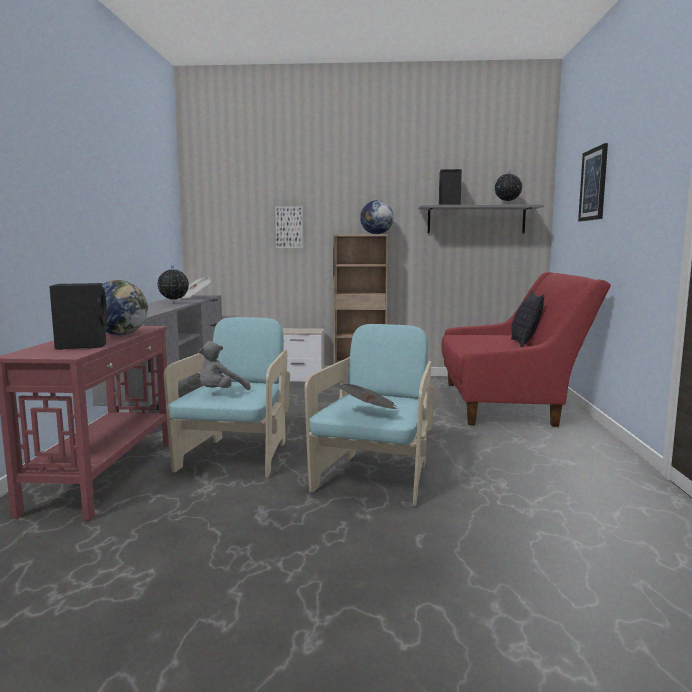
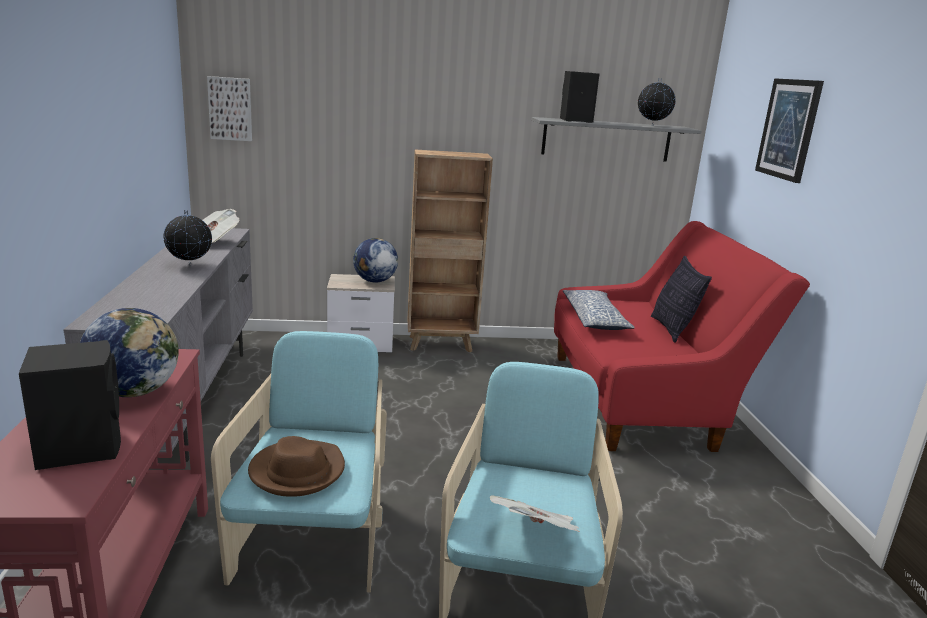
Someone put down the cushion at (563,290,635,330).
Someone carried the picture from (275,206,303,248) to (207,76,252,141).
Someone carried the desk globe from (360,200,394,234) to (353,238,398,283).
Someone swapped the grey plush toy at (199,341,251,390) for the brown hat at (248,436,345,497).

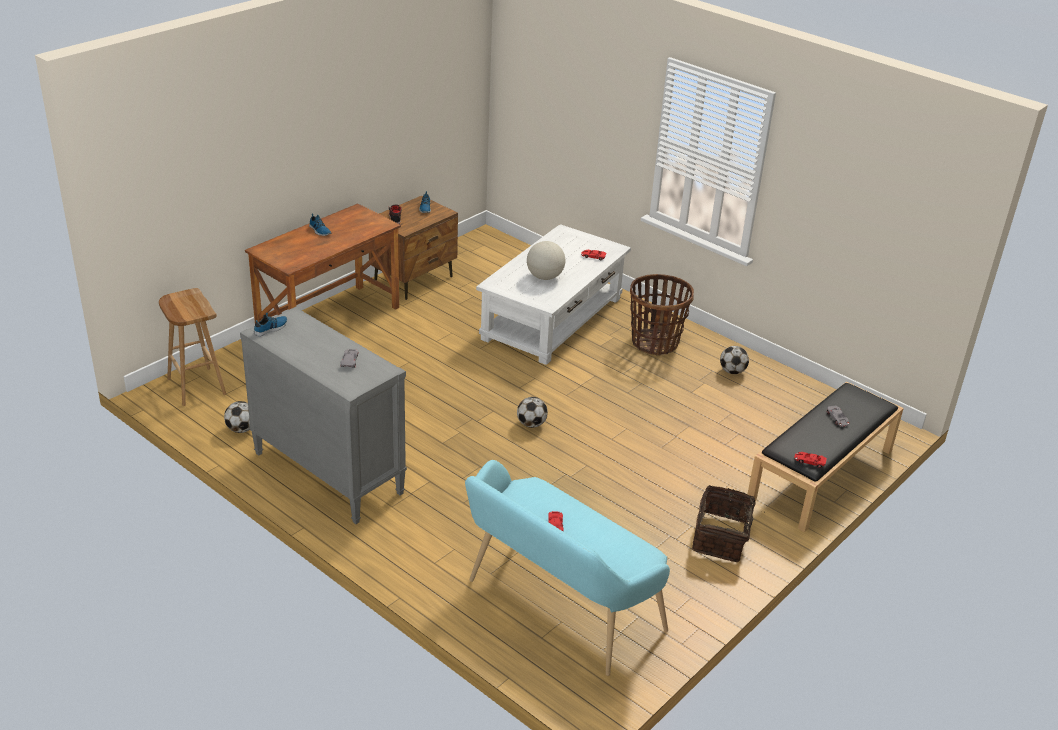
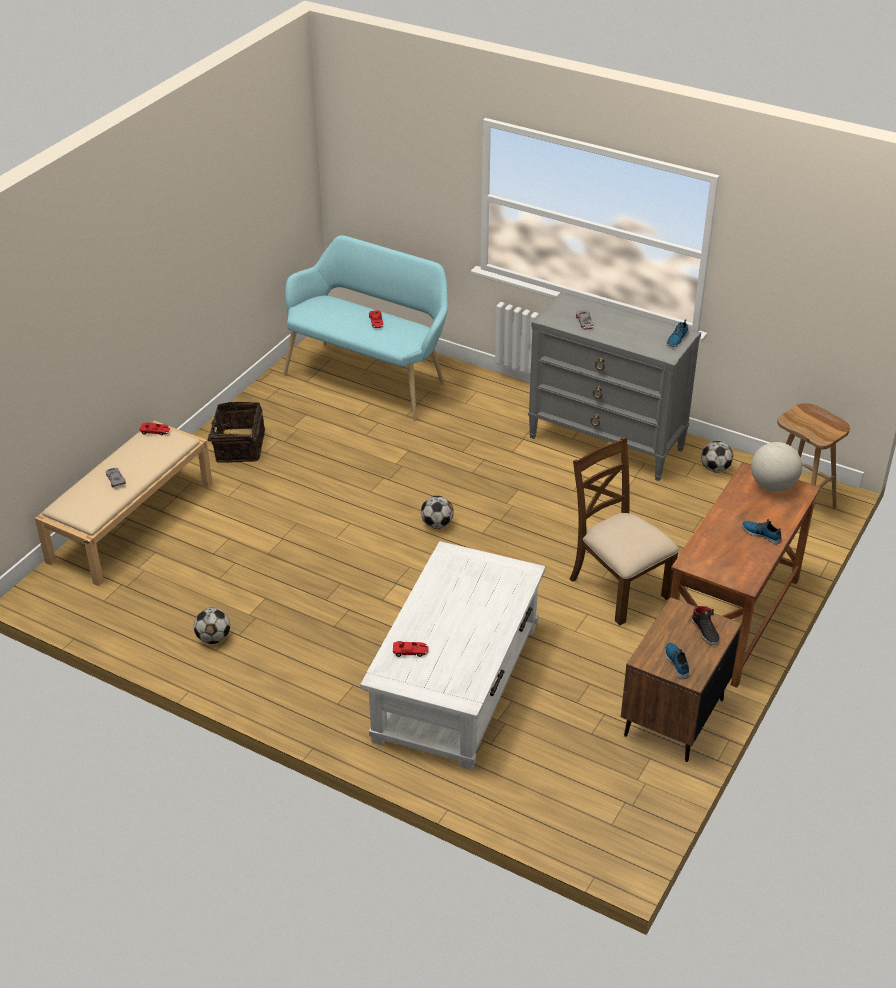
Someone took away the basket at (630,274,694,356).
Someone put down the brown chair at (570,437,679,625).
Someone carried the desk globe from (527,241,566,280) to (751,442,802,492).
Someone repainted the black-coloured bench at (748,381,904,532), which became the sand-coloured bench at (35,421,213,586).

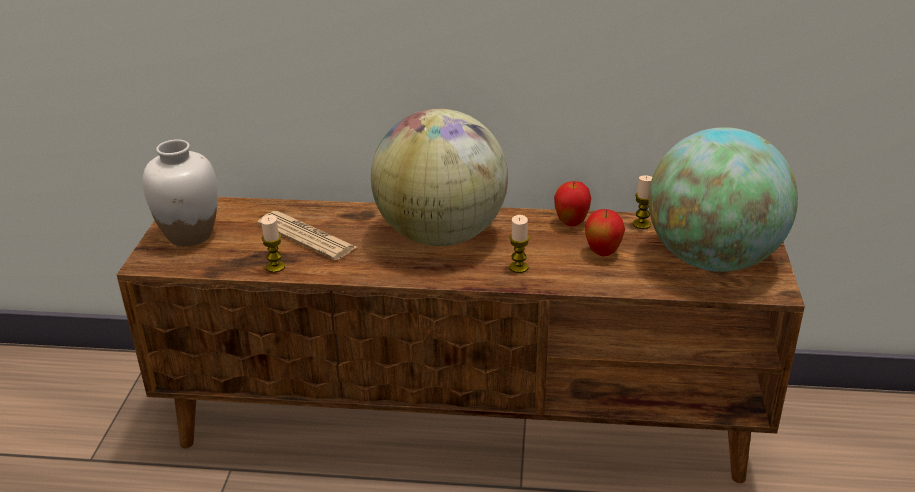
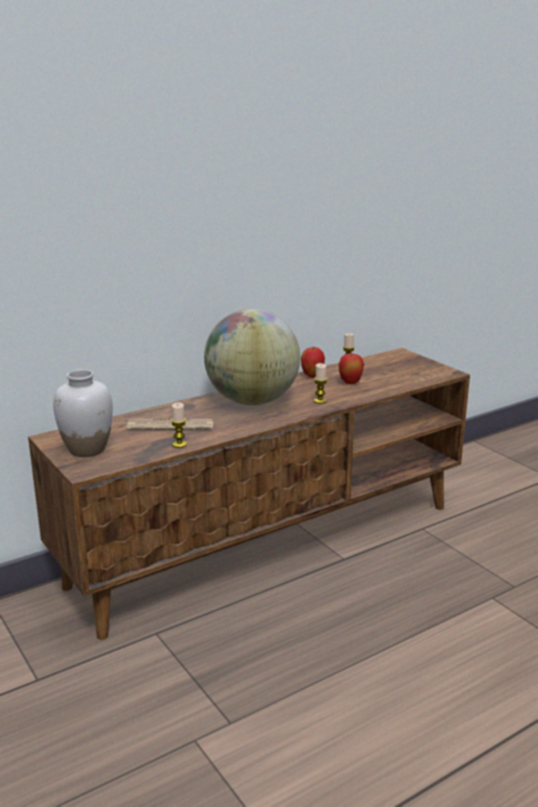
Someone took away the desk globe at (649,127,798,272).

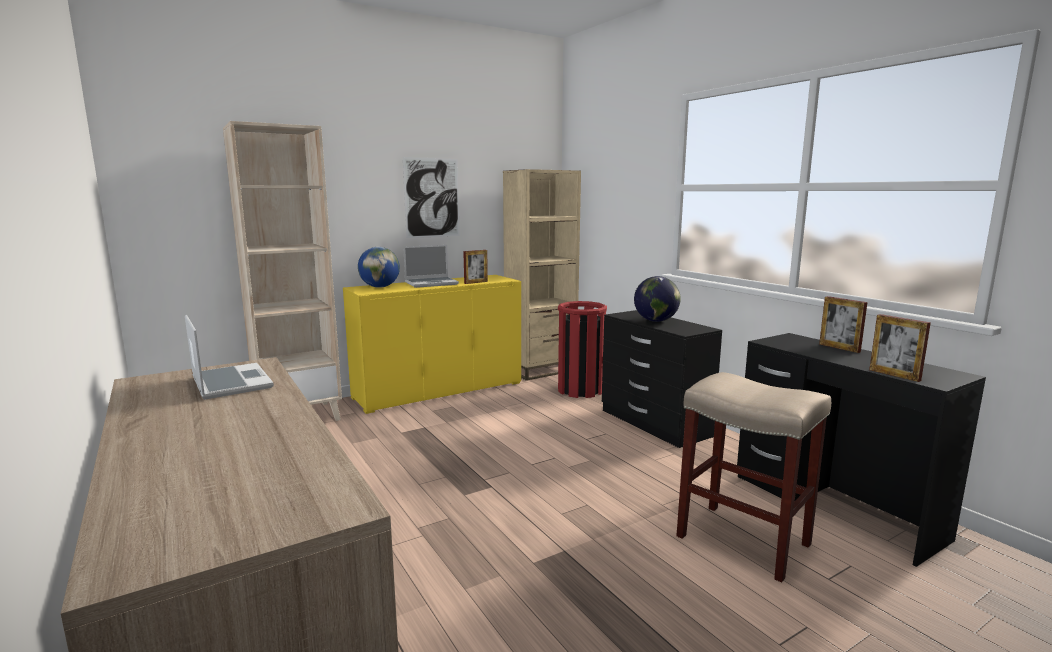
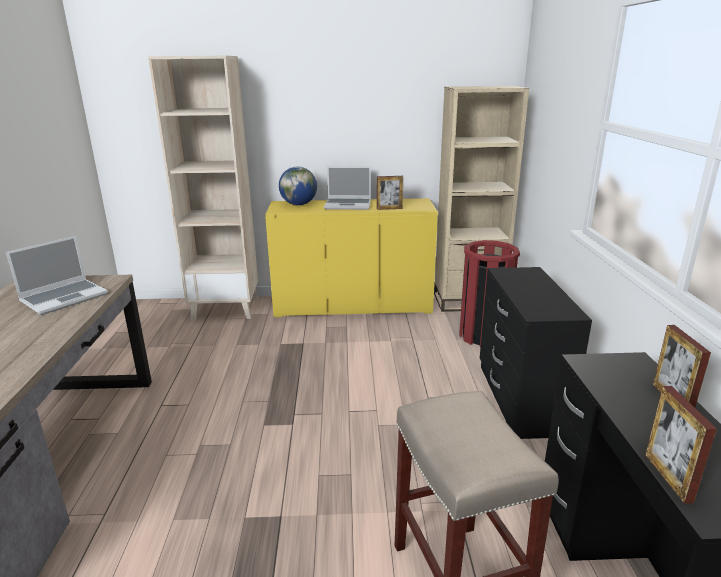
Someone took away the picture at (403,157,460,238).
Someone took away the desk globe at (634,276,681,322).
Someone rotated the laptop at (185,315,274,400) by 45 degrees clockwise.

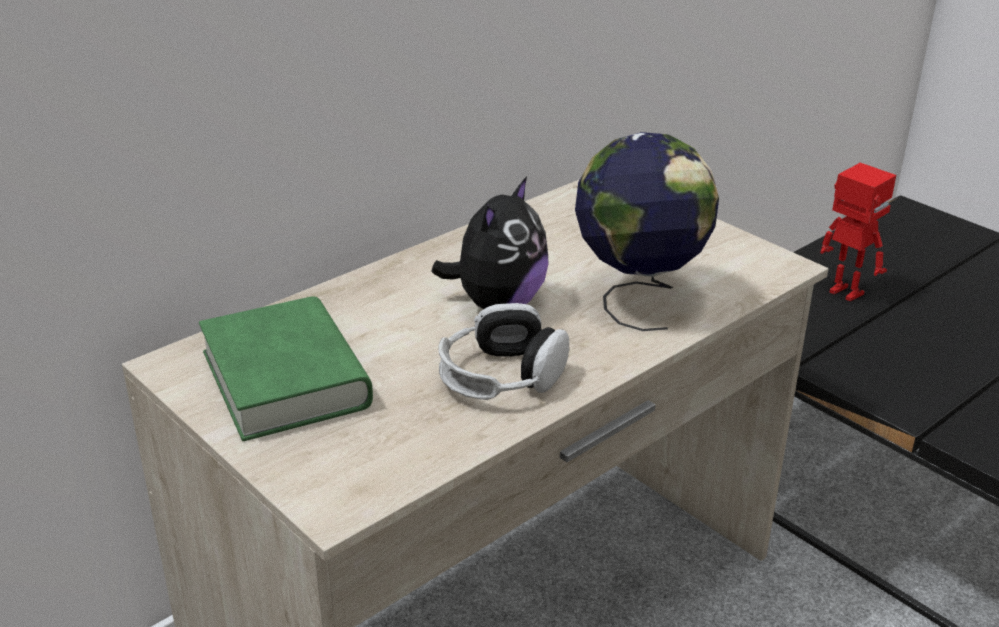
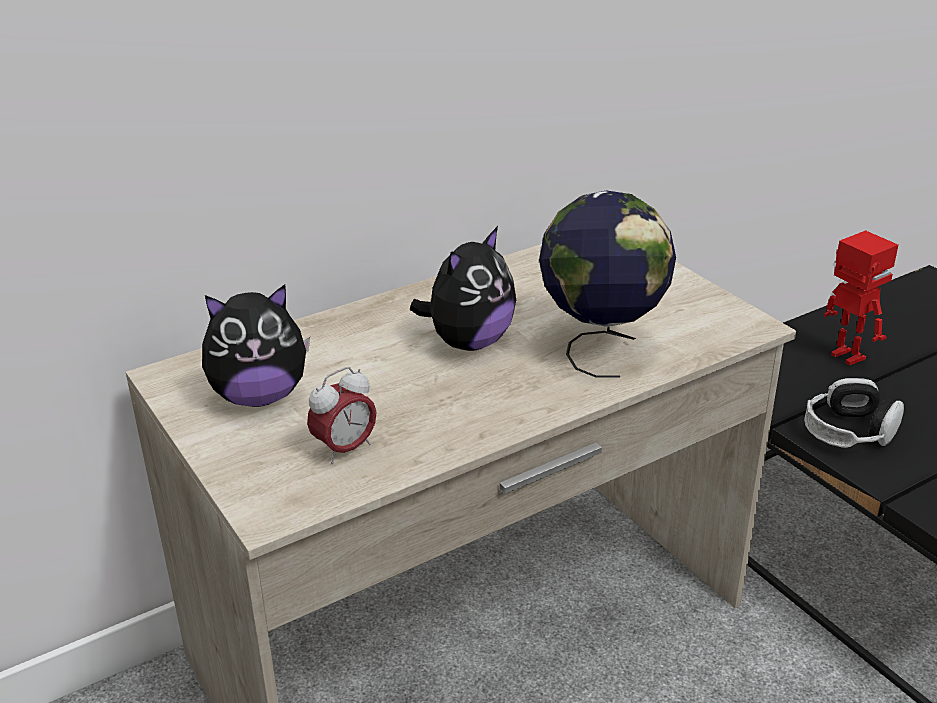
Someone put down the alarm clock at (307,367,377,464).
Someone carried the headset from (438,303,569,400) to (804,378,904,448).
Someone swapped the green-coloured bound book at (199,296,373,441) for the plush toy at (202,284,310,407).

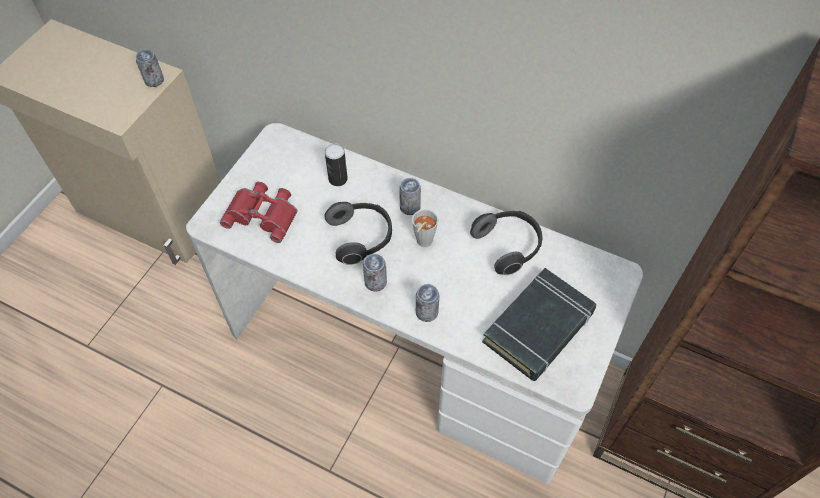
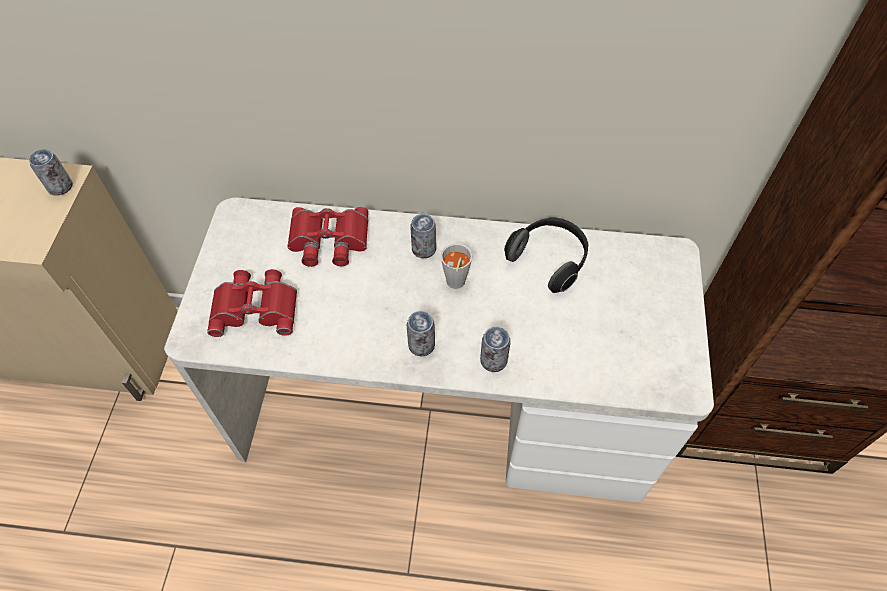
Someone took away the headset at (324,202,392,265).
Someone took away the black-coloured bound book at (482,268,596,381).
Someone swapped the can at (325,144,348,186) for the red-coloured pair of binoculars at (287,207,368,267).

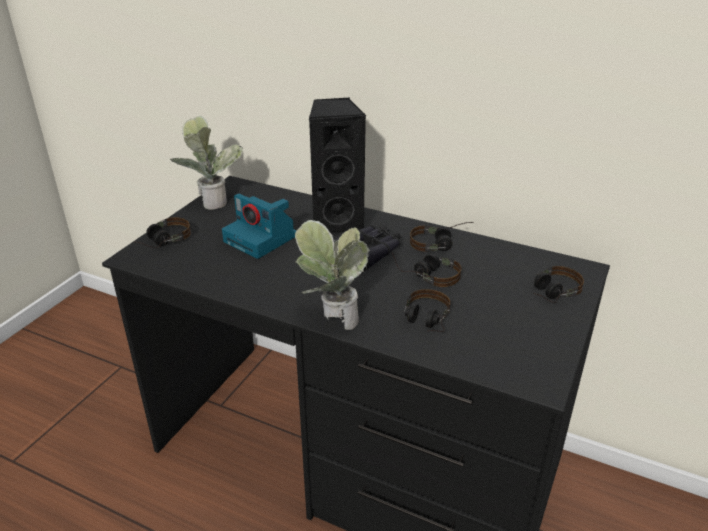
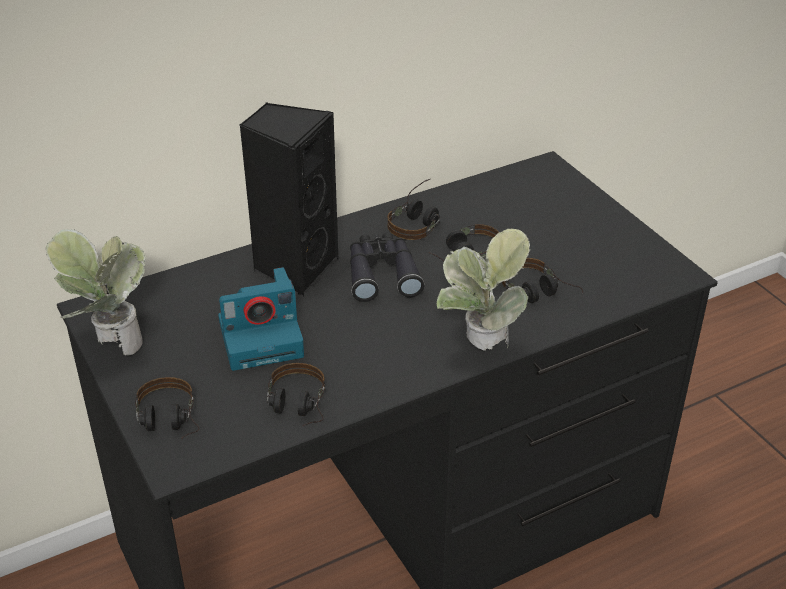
Someone carried the headset from (533,266,584,303) to (267,363,325,426).

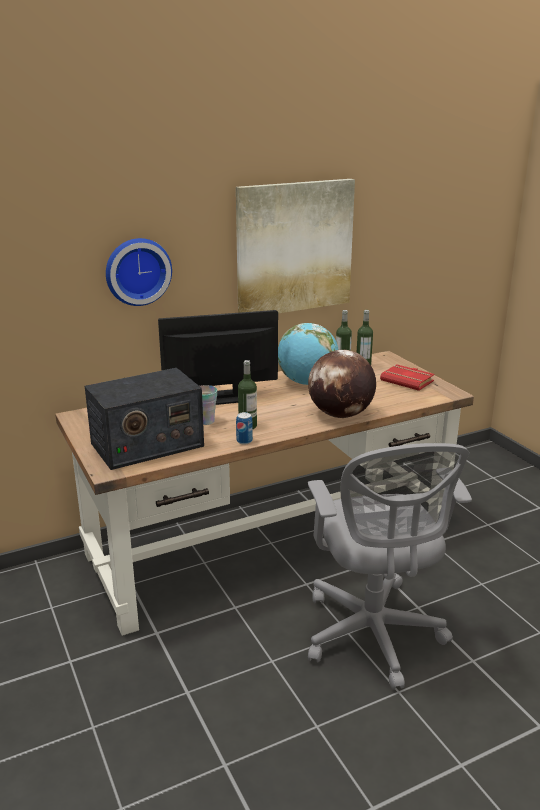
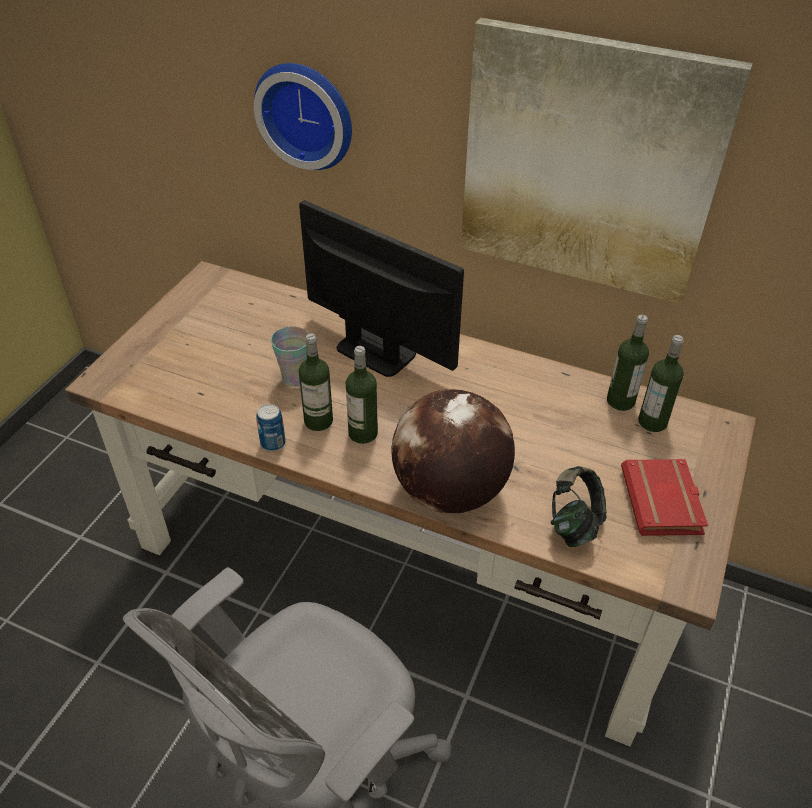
Someone took away the radio receiver at (85,368,204,470).
Someone took away the desk globe at (278,323,339,385).
Someone put down the bottle at (346,346,378,444).
Someone put down the headset at (551,466,607,547).

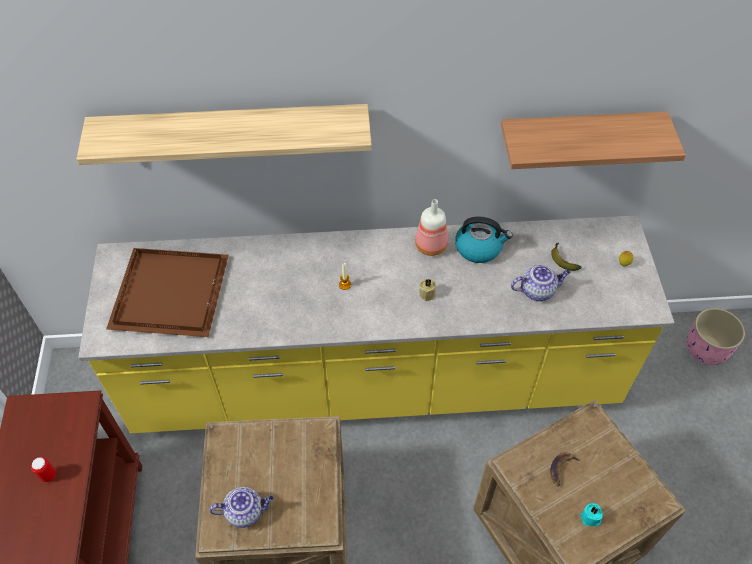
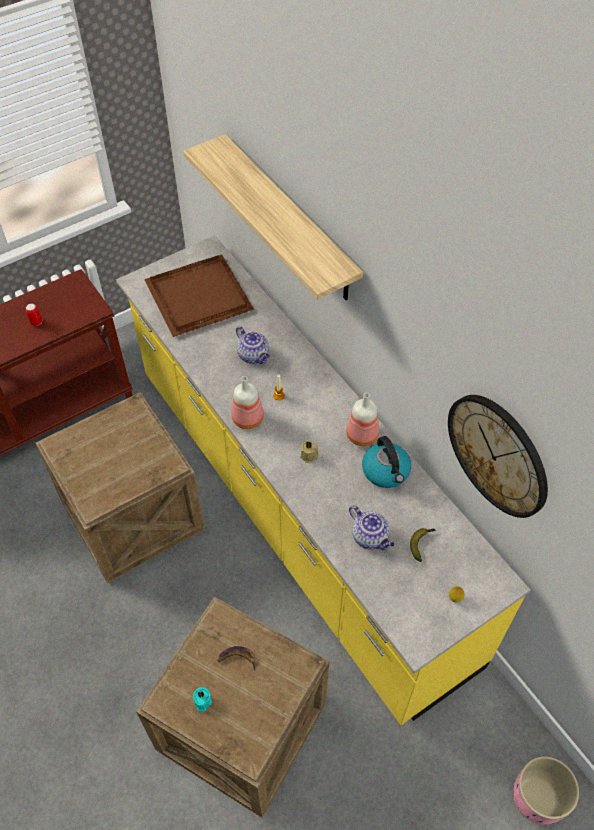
Someone put down the bottle at (231,376,264,429).
Someone carried the tea pot from (209,487,274,528) to (236,326,270,364).
Someone swapped the bracket shelf at (501,112,686,169) for the clock on the wall at (448,395,548,518).

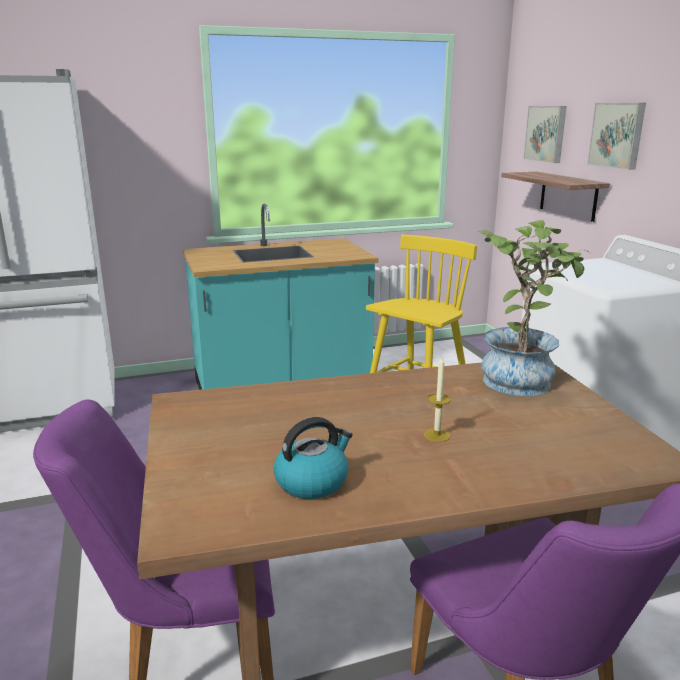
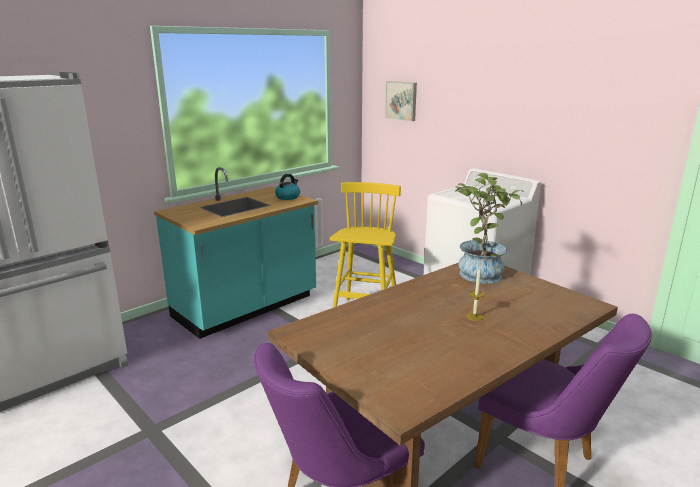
Someone took away the bracket shelf at (501,172,610,222).
Someone took away the picture at (587,103,646,170).
Someone carried the tea kettle from (274,417,353,499) to (275,174,300,200).

